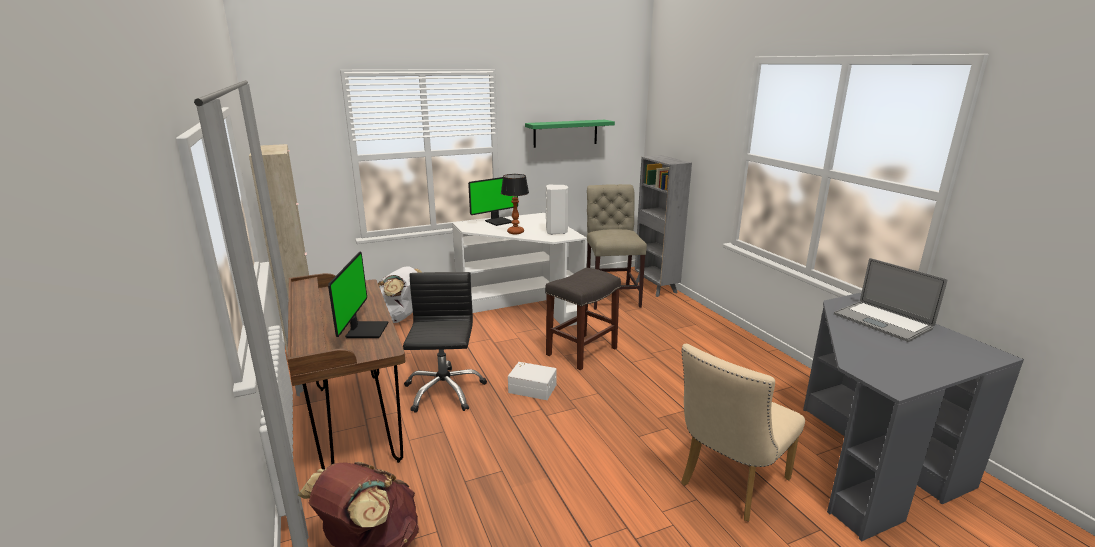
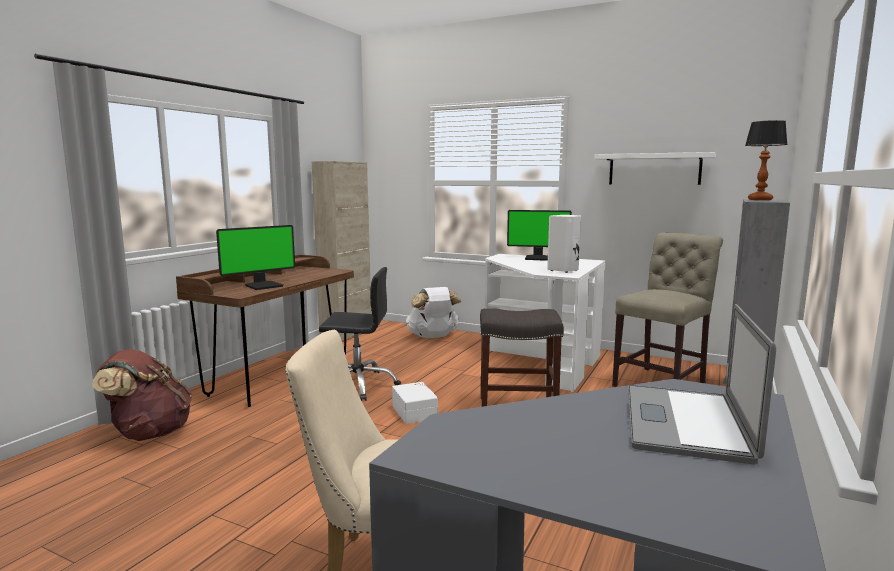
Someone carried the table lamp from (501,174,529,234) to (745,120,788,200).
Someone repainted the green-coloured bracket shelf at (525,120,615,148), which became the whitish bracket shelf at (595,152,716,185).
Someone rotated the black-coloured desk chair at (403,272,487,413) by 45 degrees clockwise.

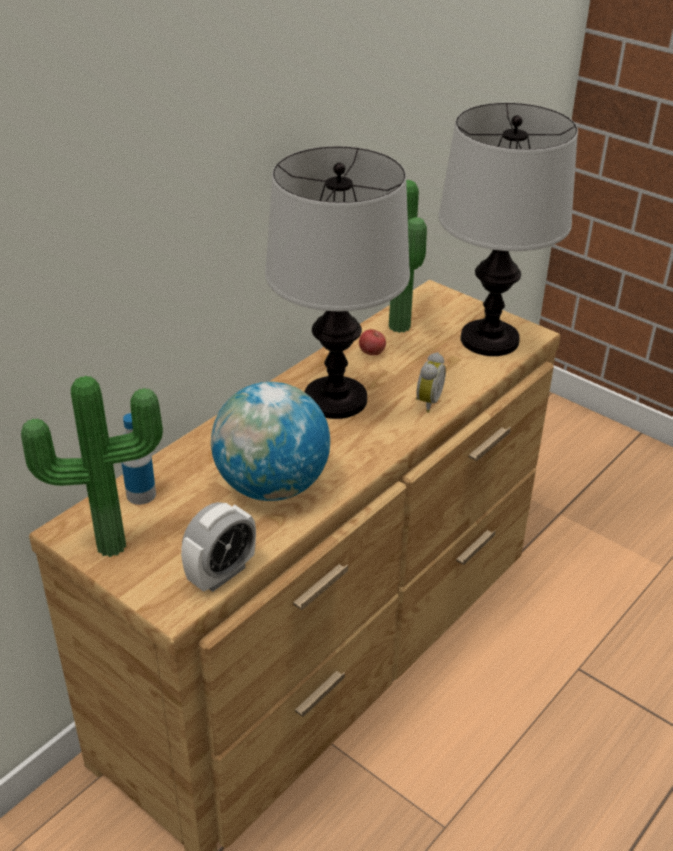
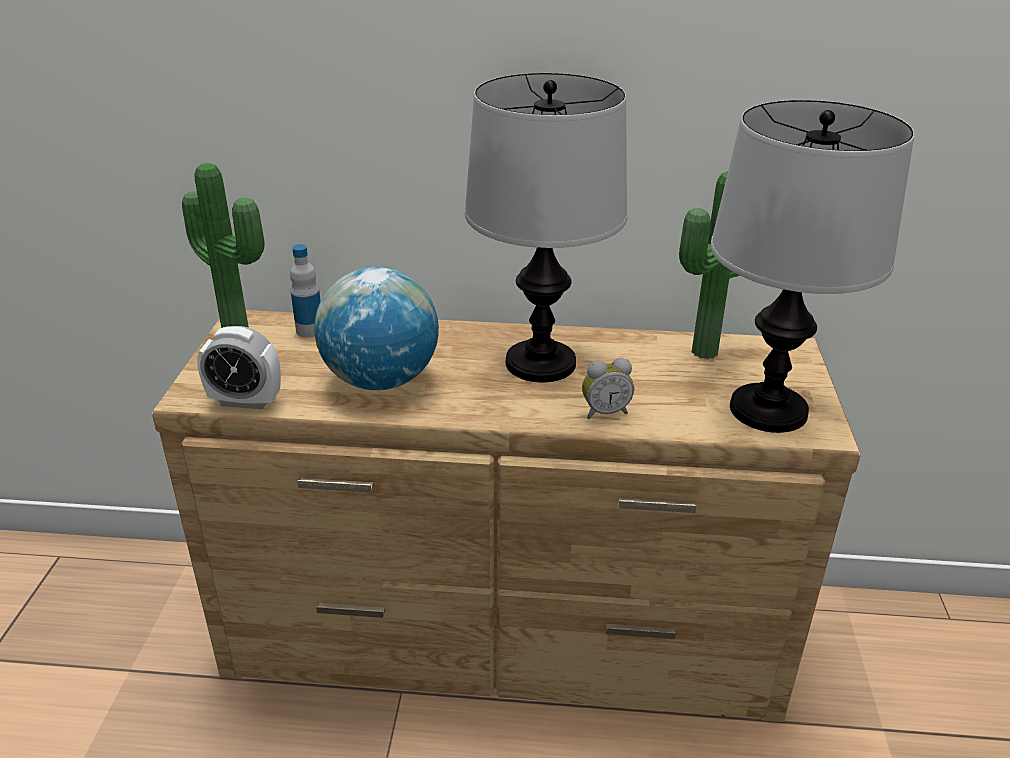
Someone took away the whole apple at (359,329,386,356).

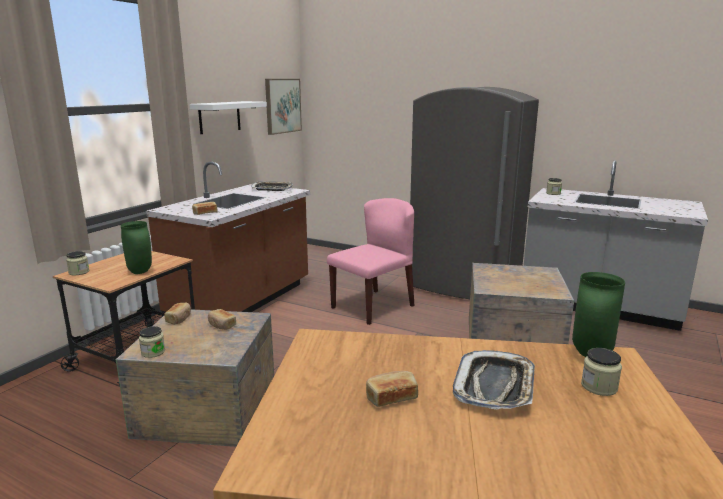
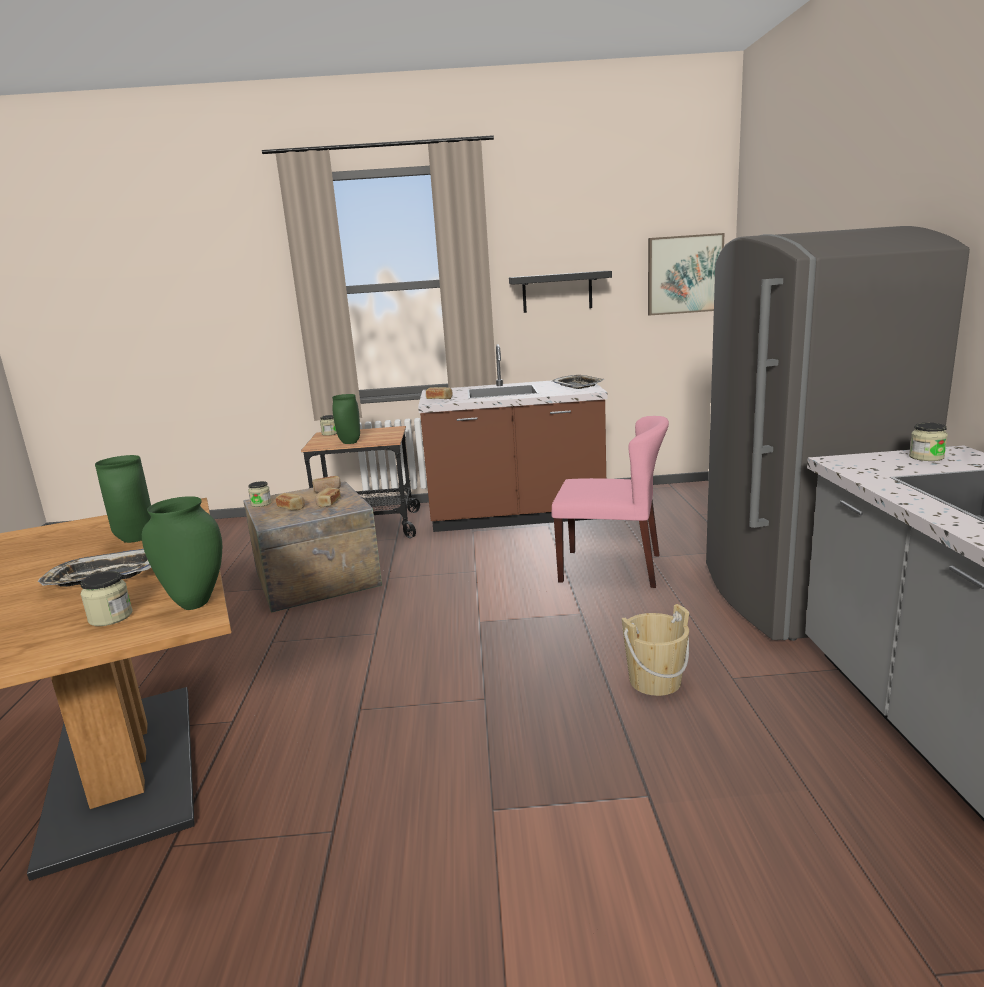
Someone put down the green-coloured decorative vase at (95,455,151,543).
Someone carried the bread from (366,371,418,407) to (276,493,305,510).
Someone swapped the shipping crate at (469,263,574,344) for the sand-coloured water bucket at (622,604,689,696).
Someone repainted the whitish bracket shelf at (189,101,267,134), which became the black-coloured bracket shelf at (509,271,612,313).

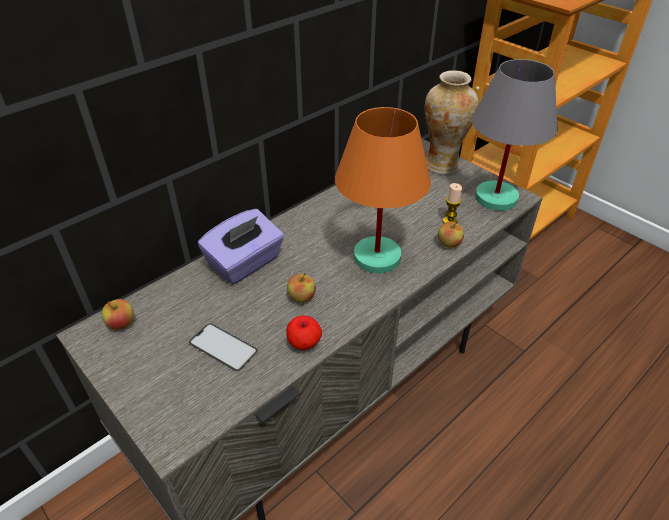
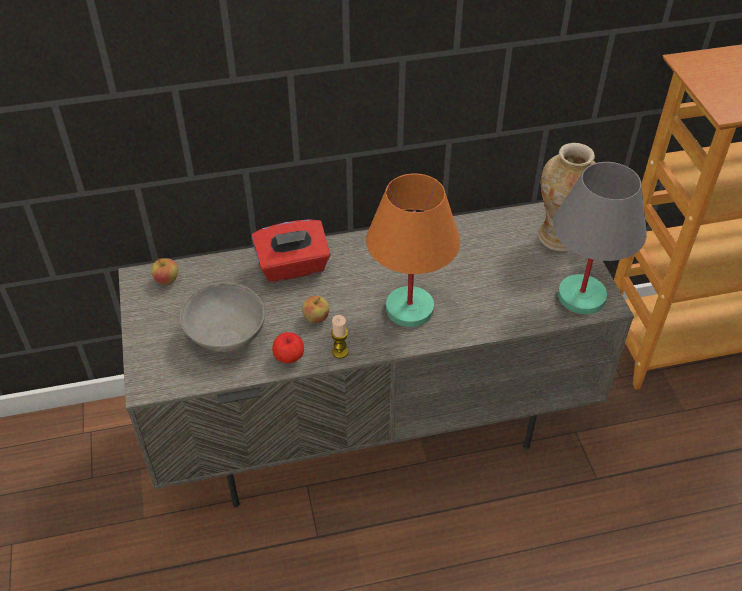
Someone took away the whole apple at (438,221,464,248).
Someone carried the wax candle from (443,183,462,223) to (331,315,349,359).
Someone swapped the phone at (189,323,258,372) for the grey bowl at (179,283,265,352).
Someone repainted the purple-coloured tissue box at (198,209,284,284), which became the red-coloured tissue box at (252,219,331,282).

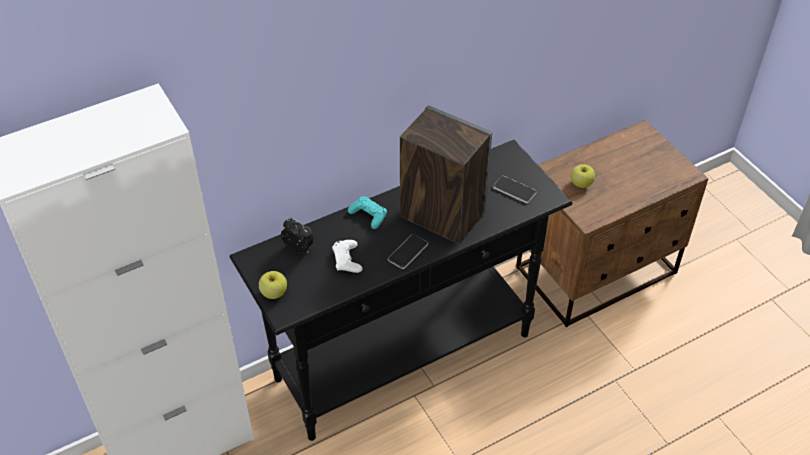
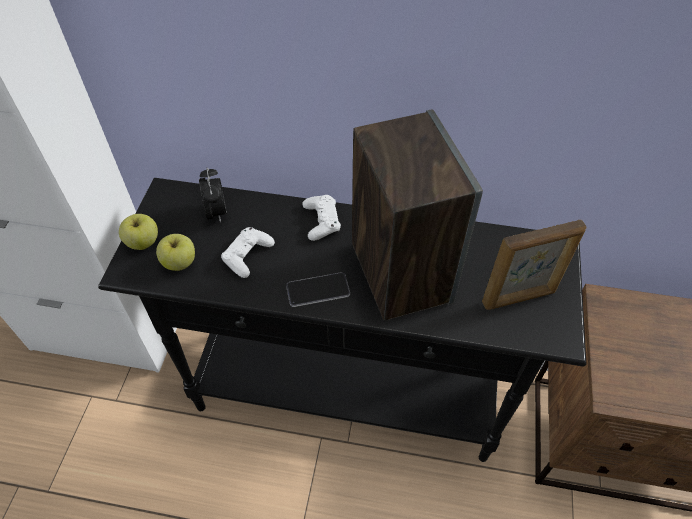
Someone carried the whole apple from (571,164,595,188) to (156,234,195,271).
Someone swapped the phone at (493,176,536,203) for the picture frame at (482,220,586,310).
Someone repainted the turquoise gamepad at (348,196,387,229), which became the whitish gamepad at (302,195,341,241).

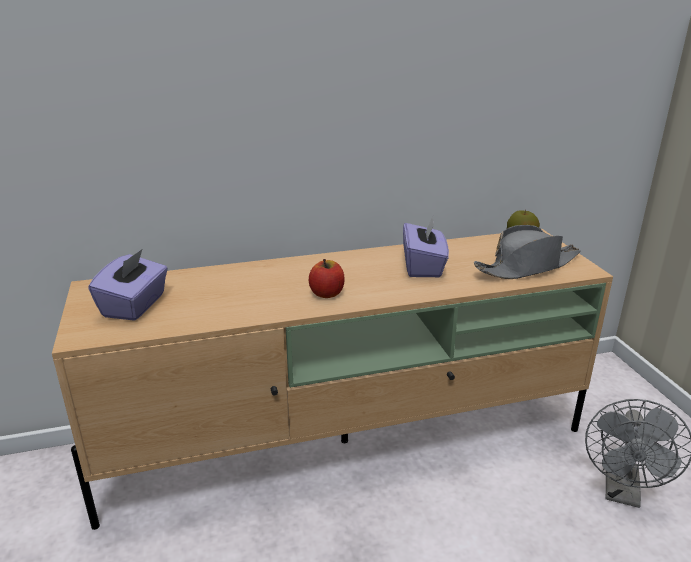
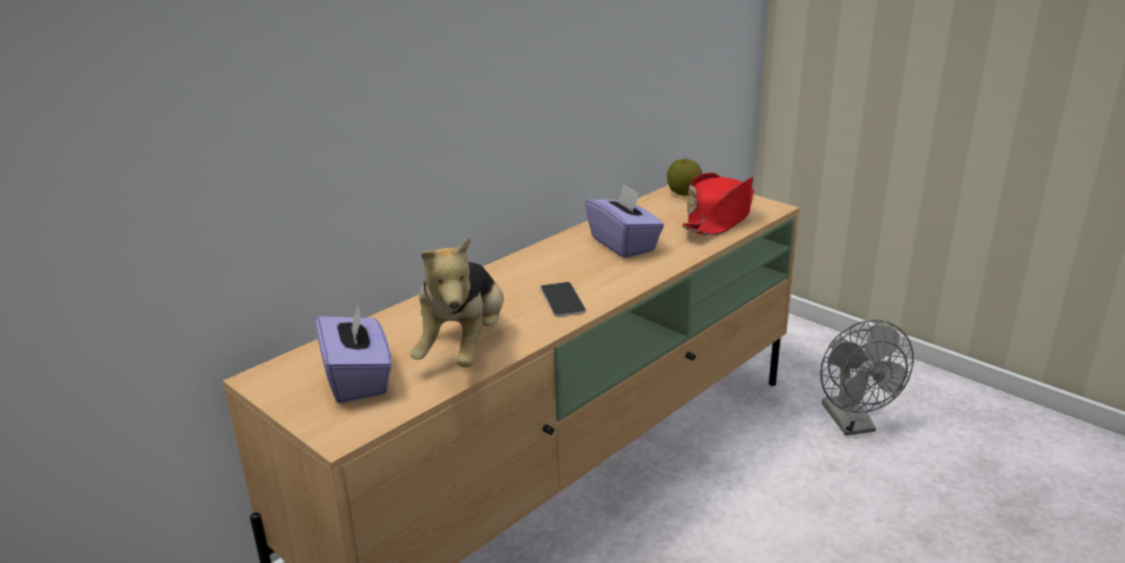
Someone put down the plush toy at (411,236,504,368).
Someone swapped the whole apple at (309,259,345,298) for the phone at (540,282,586,317).
Someone repainted the grey hat at (474,225,580,279), which became the red-coloured hat at (682,173,754,235).

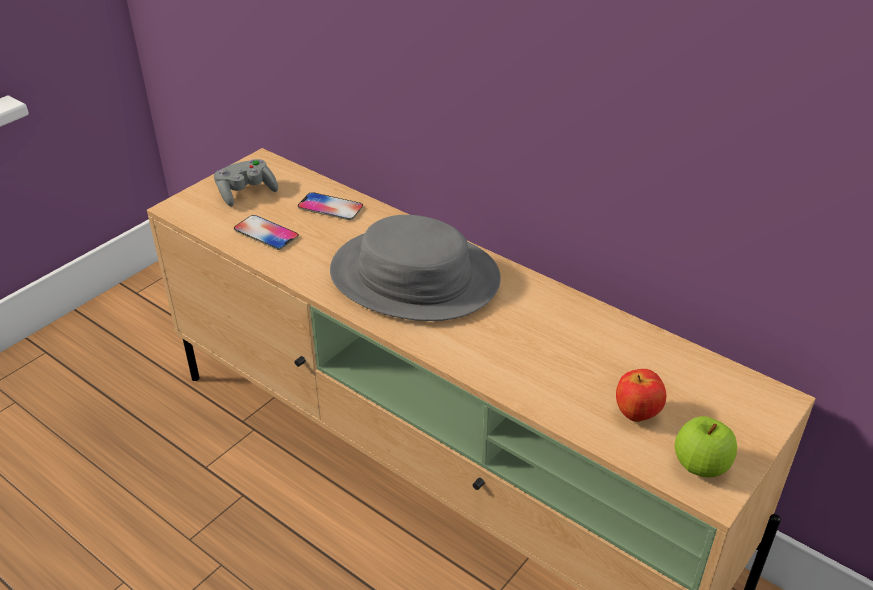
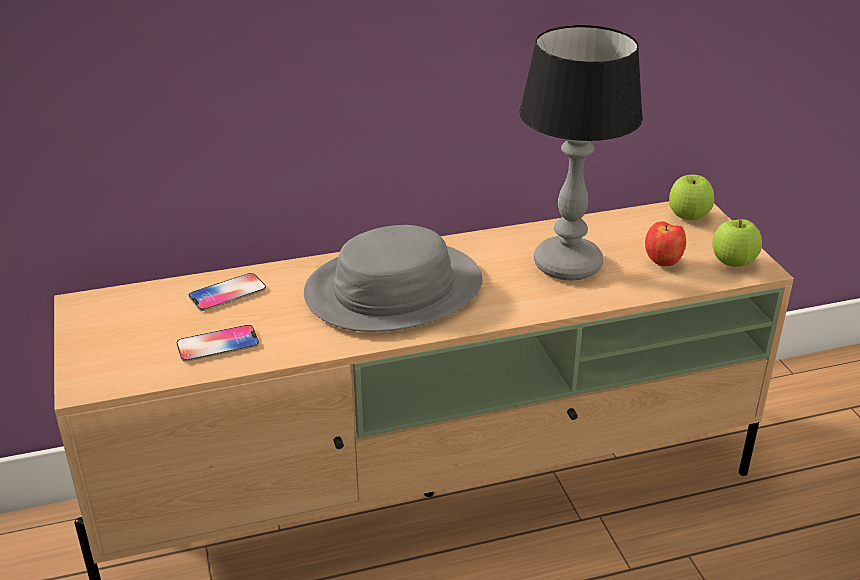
Someone took away the grey gamepad at (214,159,278,207).
Someone put down the table lamp at (519,25,643,280).
Someone put down the whole apple at (669,174,714,220).

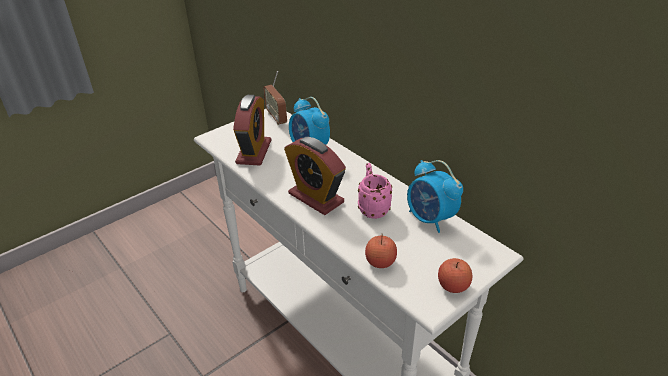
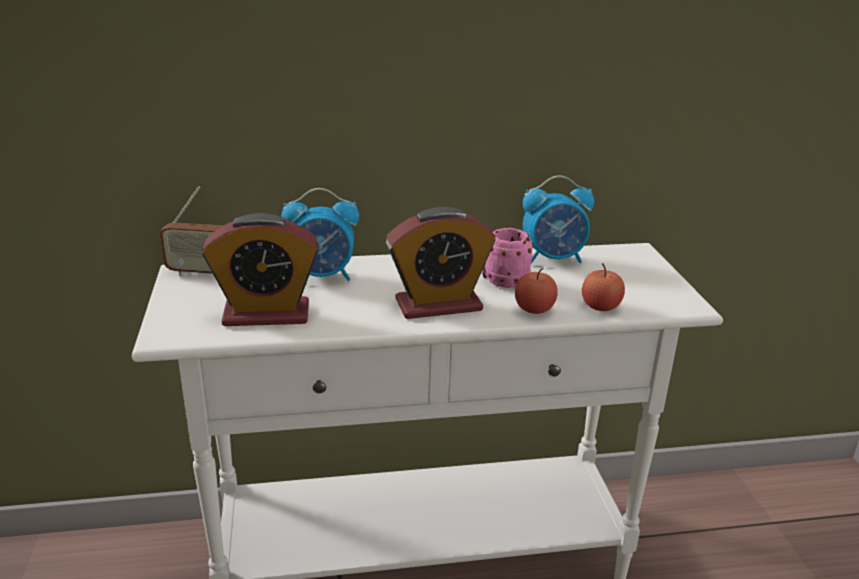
Someone carried the whole apple from (438,258,473,293) to (515,268,558,314).
Someone rotated the alarm clock at (233,95,271,166) by 135 degrees clockwise.

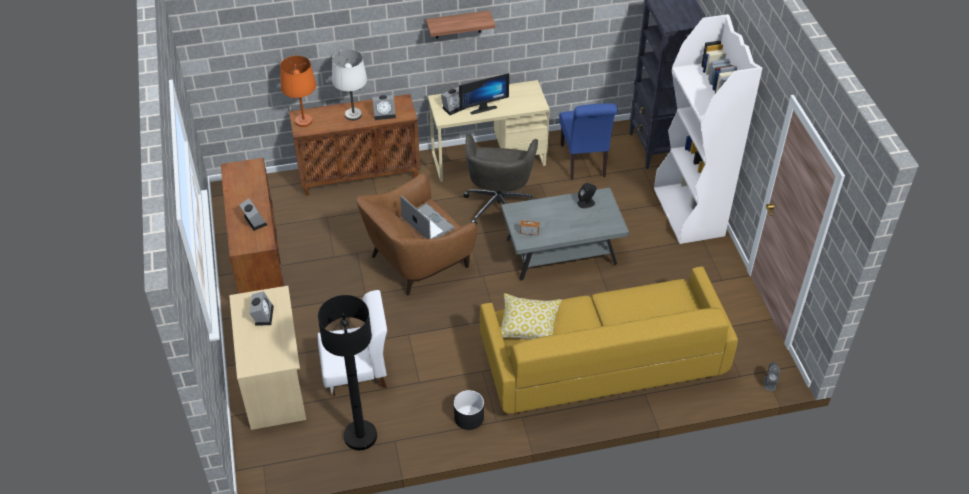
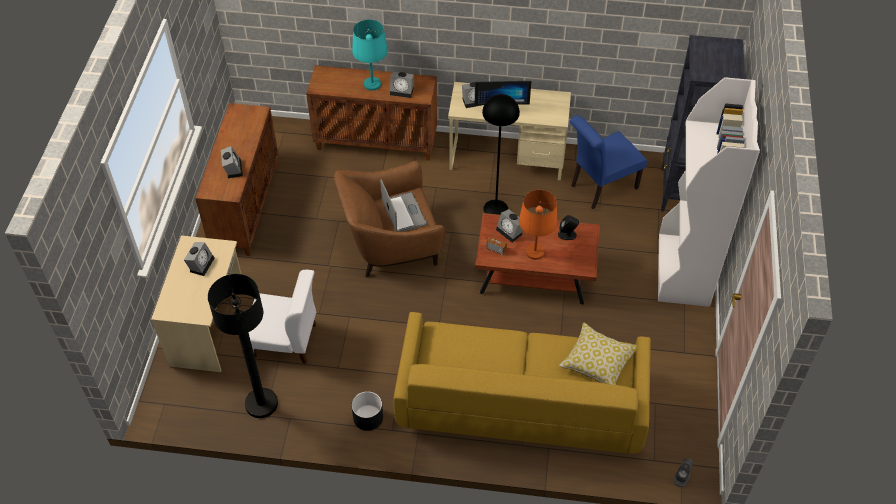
Someone took away the bracket shelf at (426,10,495,39).
Someone put down the alarm clock at (496,209,523,242).
Someone carried the orange-coloured table lamp from (280,56,316,127) to (519,190,558,260).
Someone carried the cushion from (500,293,562,340) to (559,322,637,385).
Someone swapped the grey desk chair at (463,134,538,225) for the black-coloured standing lamp at (482,94,520,215).
Someone repainted the whitish table lamp at (332,49,367,121), which became the turquoise table lamp at (352,20,388,91).
Someone repainted the grey low table at (501,188,629,281), which became the brown low table at (475,213,600,305).
Someone rotated the blue-coloured chair at (559,103,617,180) by 45 degrees clockwise.

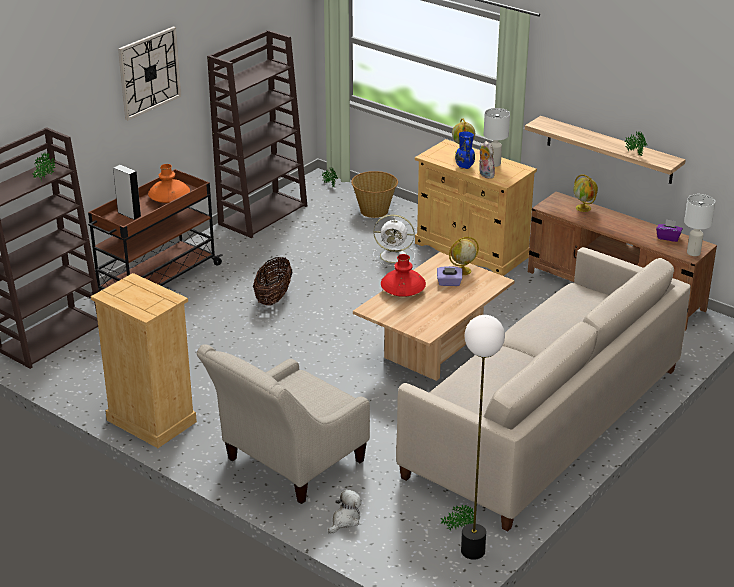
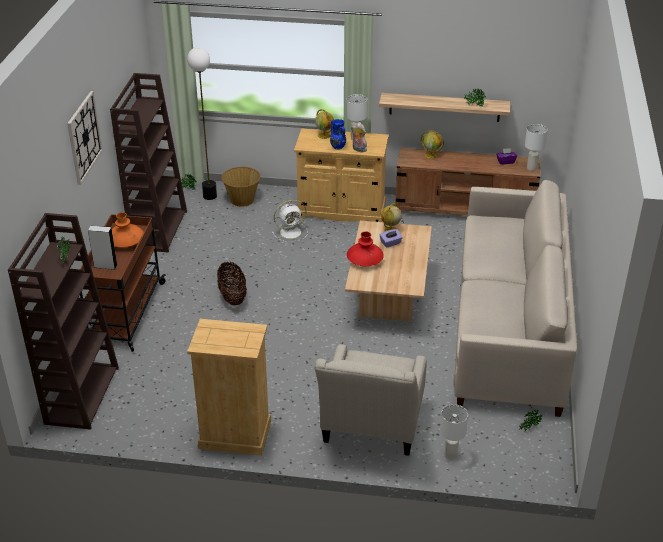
Someone carried the standing lamp from (461,315,505,560) to (187,47,217,200).
Someone swapped the plush toy at (328,489,362,533) for the whitish table lamp at (440,404,468,460).

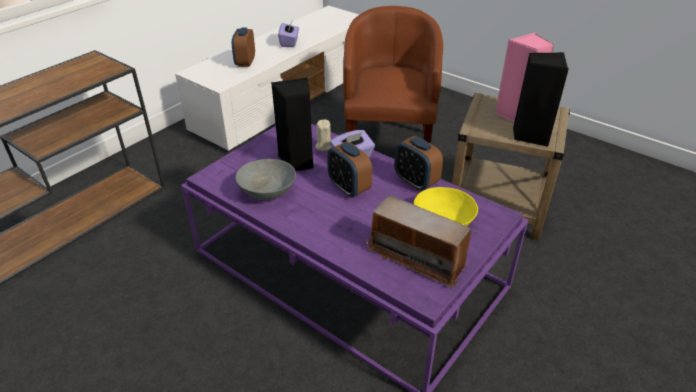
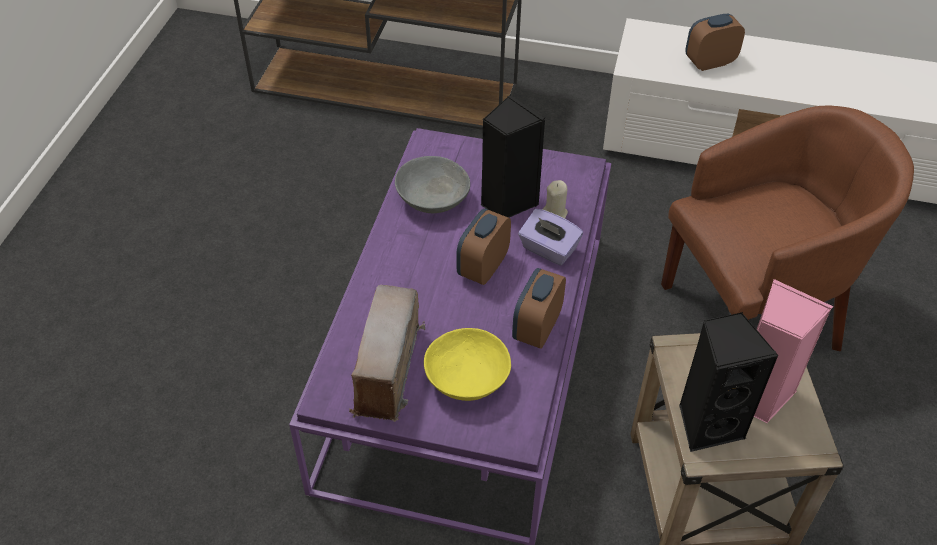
Someone took away the purple-coloured tissue box at (278,22,299,47).

